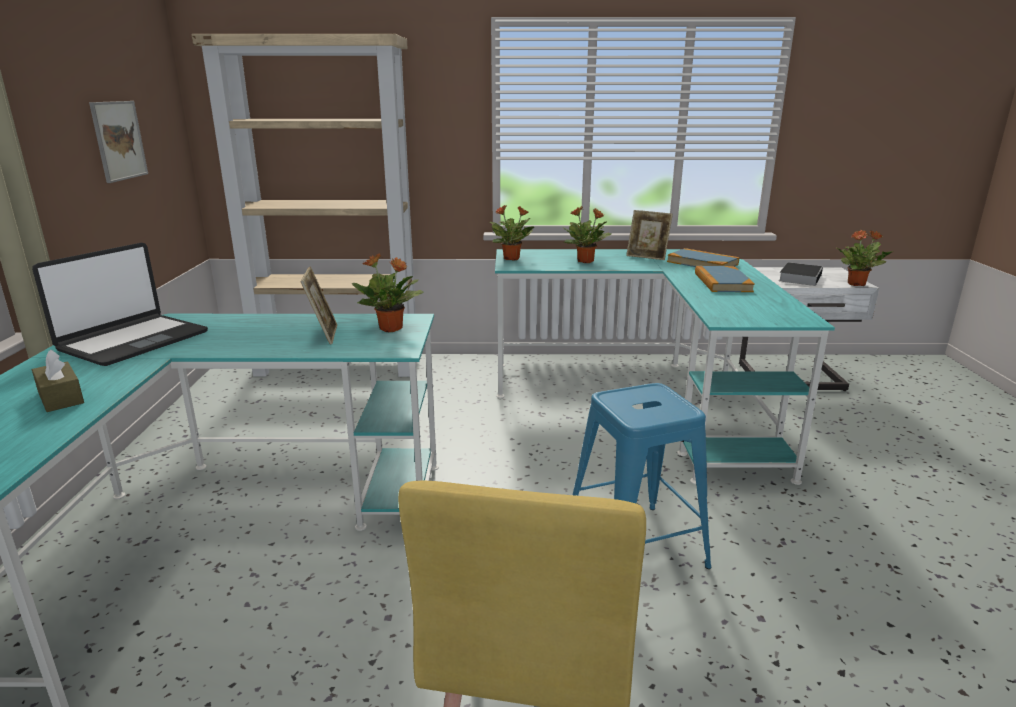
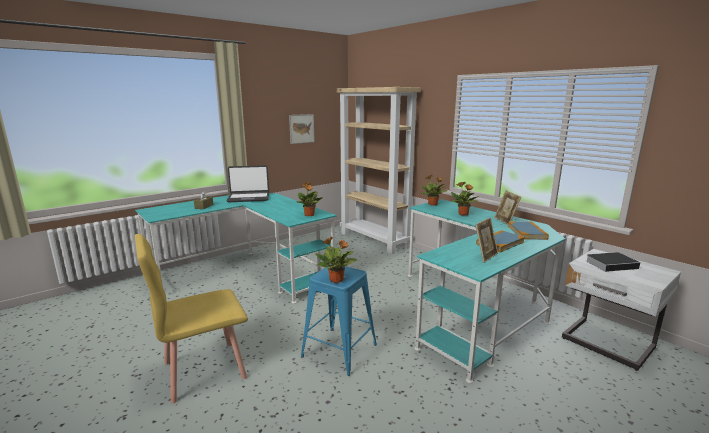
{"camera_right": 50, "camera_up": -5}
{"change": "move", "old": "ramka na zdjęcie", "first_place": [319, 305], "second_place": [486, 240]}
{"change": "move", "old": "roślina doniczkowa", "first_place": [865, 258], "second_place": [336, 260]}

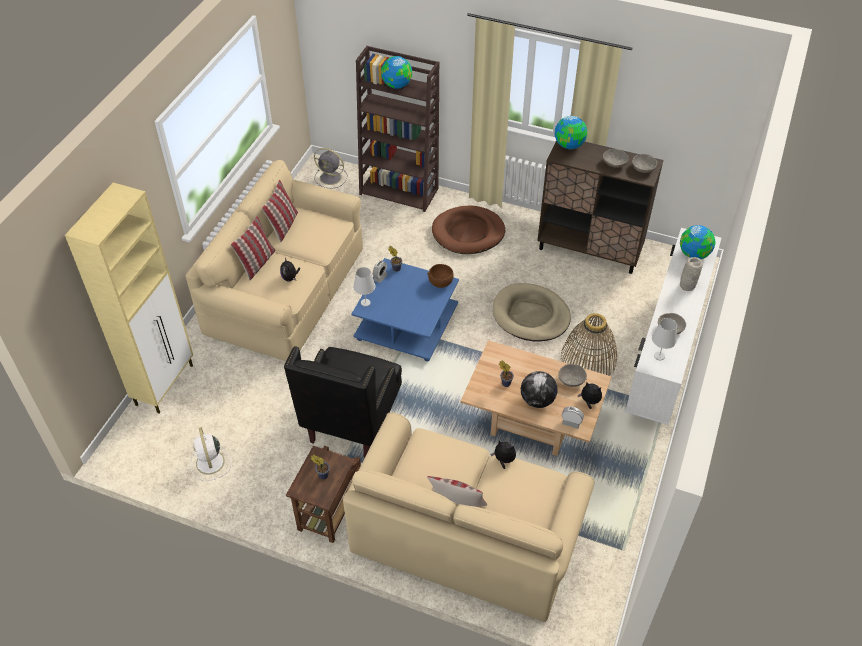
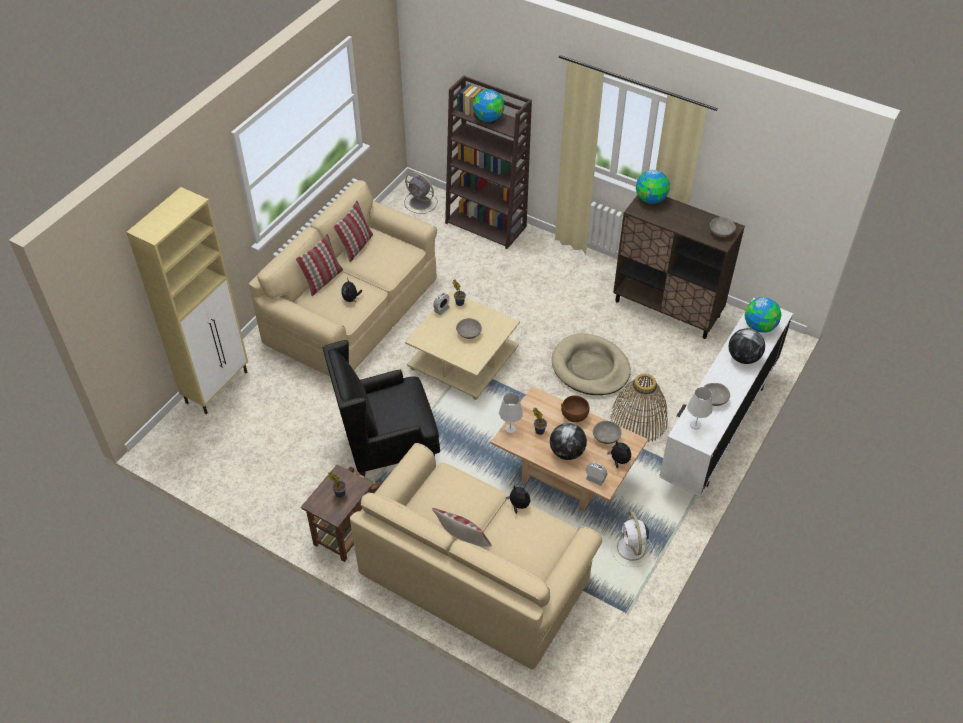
{"camera_right": 10, "camera_up": 0}
{"change": "move", "old": "wentylator/biały", "first_place": [211, 454], "second_place": [632, 539]}
{"change": "rotate", "old": "fotel/czarny", "first_place": [343, 402], "second_place": [381, 408], "degrees": 45}
{"change": "recolor", "old": "ława/niebieski", "new": "ława/beżowy", "first_place": [405, 310], "second_place": [462, 345]}
{"change": "move", "old": "lampa stołowa/biały", "first_place": [364, 287], "second_place": [511, 413]}
{"change": "move", "old": "miska/brązowy", "first_place": [441, 276], "second_place": [575, 408]}
{"change": "delete", "old": "legowisko/brązowy", "first_place": [468, 230]}
{"change": "move", "old": "miska/szary", "first_place": [615, 158], "second_place": [469, 328]}
{"change": "replace", "old": "wazon/szary", "new": "globus", "first_place": [691, 274], "second_place": [747, 346]}

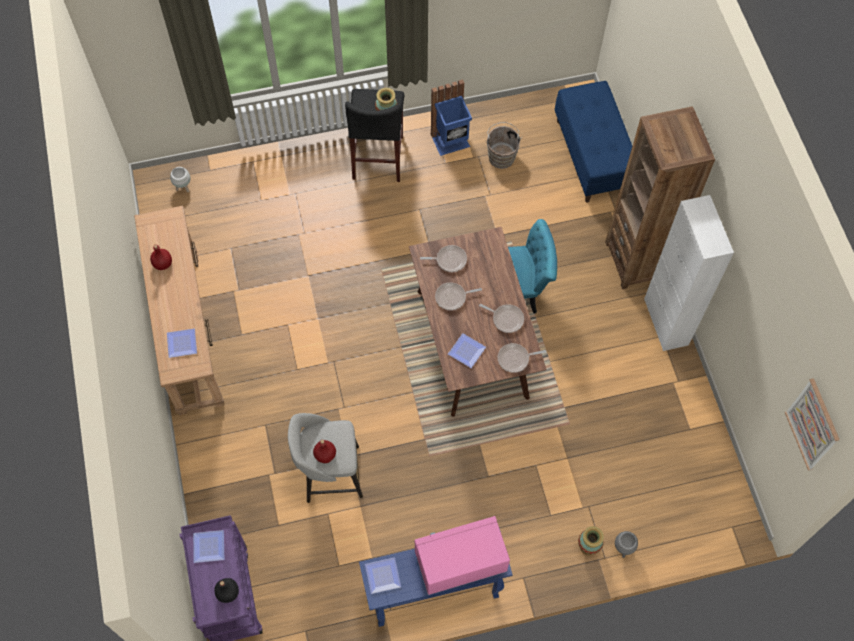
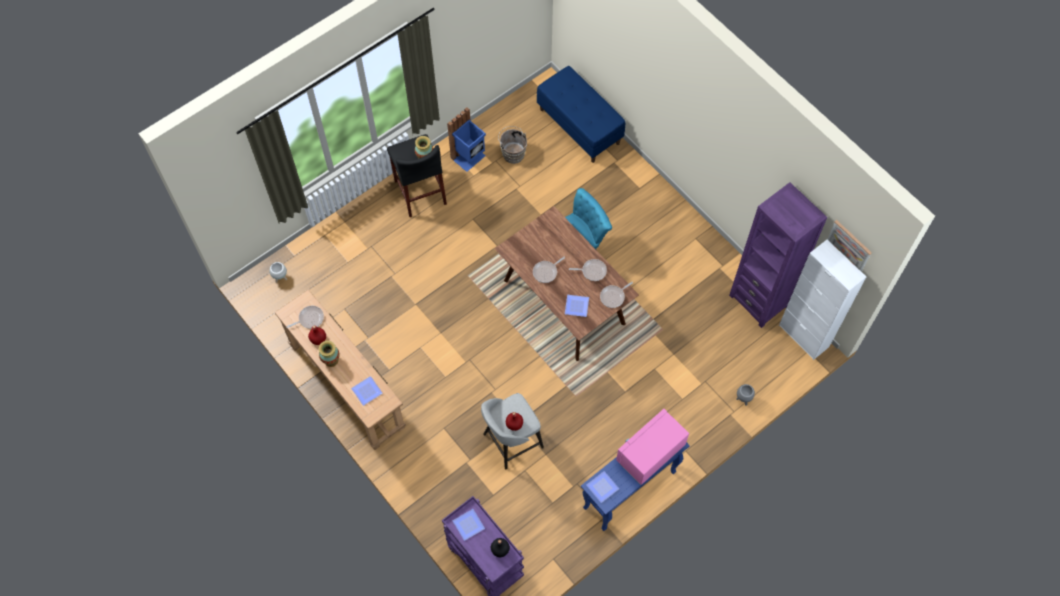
{"camera_right": -25, "camera_up": 0}
{"change": "move", "old": "patelnia", "first_place": [443, 258], "second_place": [305, 317]}
{"change": "move", "old": "wazon", "first_place": [591, 540], "second_place": [329, 354]}
{"change": "delete", "old": "regał/brązowy", "first_place": [660, 197]}
{"change": "move", "old": "szafka/biały", "first_place": [689, 273], "second_place": [822, 300]}
{"change": "insert", "new": "regał/fioletowy", "second_place": [778, 255]}

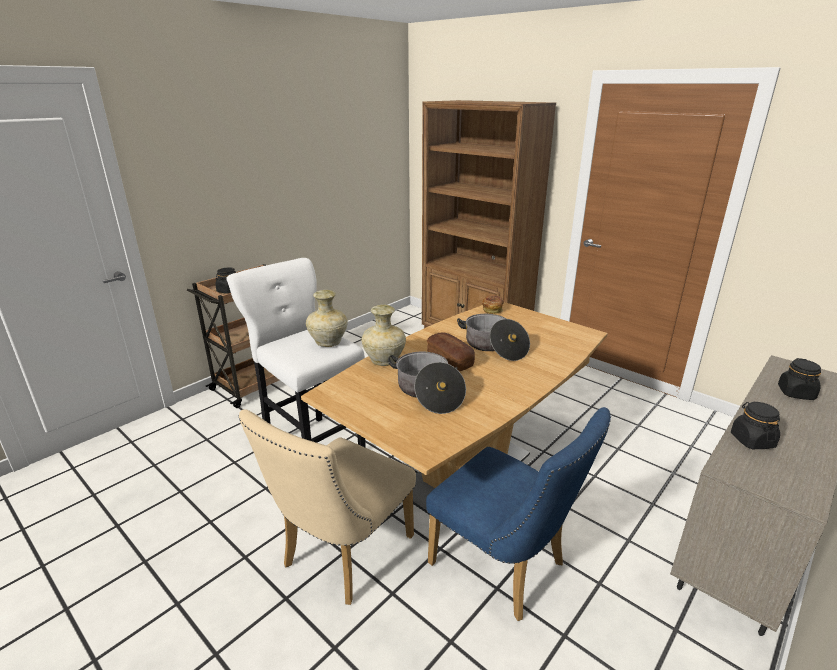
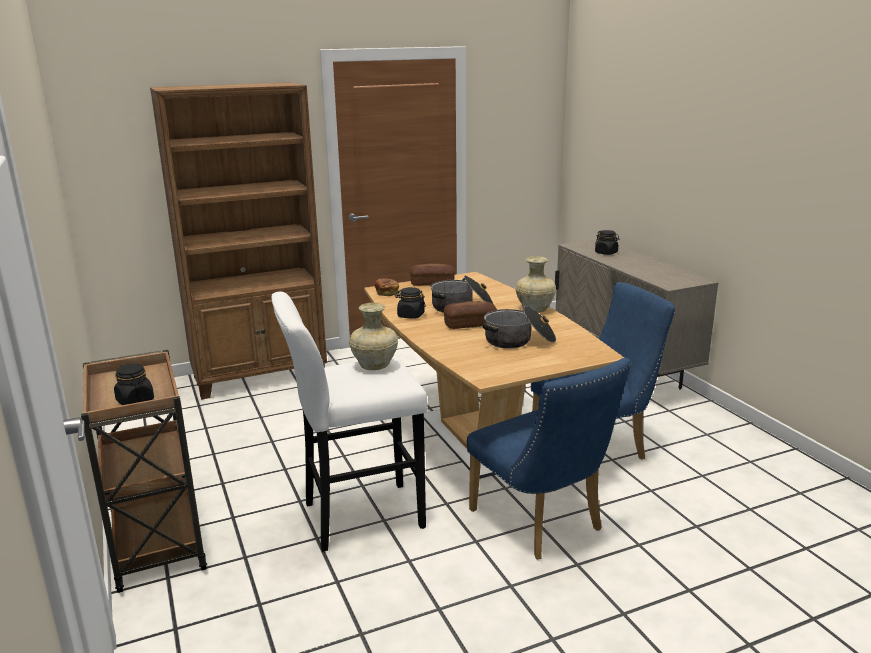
{"camera_right": -65, "camera_up": -5}
{"change": "recolor", "old": "krzesło/beżowy", "new": "krzesło/niebieski", "first_place": [327, 507], "second_place": [549, 458]}
{"change": "move", "old": "wazon/beżowy", "first_place": [384, 335], "second_place": [536, 284]}
{"change": "move", "old": "słoik/czarny", "first_place": [755, 425], "second_place": [410, 303]}
{"change": "insert", "new": "chleb", "second_place": [432, 274]}

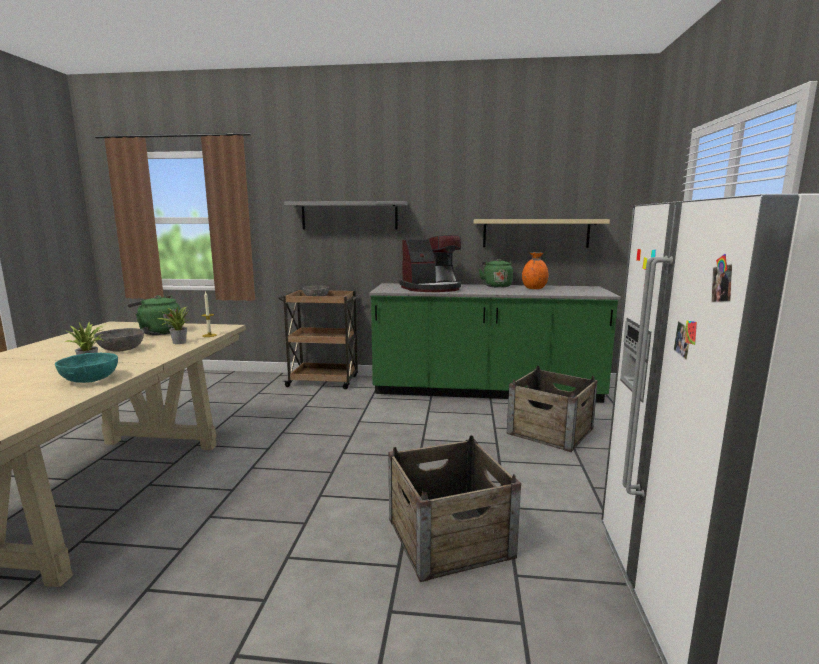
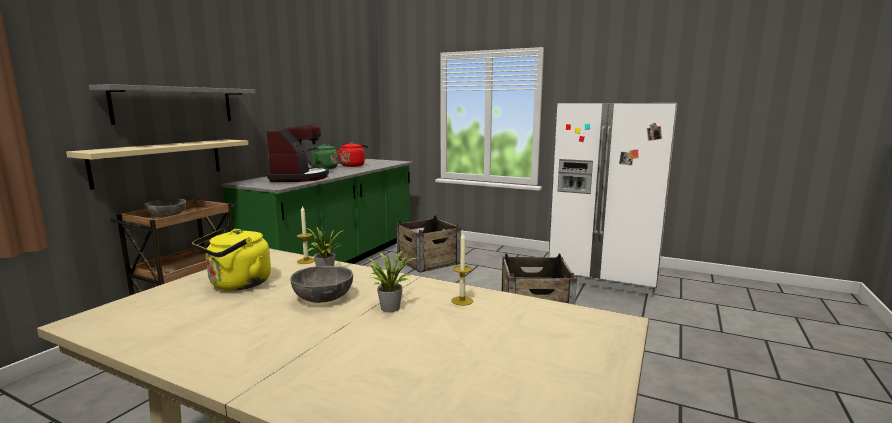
{"camera_right": -70, "camera_up": 0}
{"change": "replace", "old": "miska/turkusowy", "new": "świeca", "first_place": [86, 368], "second_place": [462, 269]}
{"change": "recolor", "old": "czajnik/zielony", "new": "czajnik/żółty", "first_place": [154, 315], "second_place": [231, 259]}
{"change": "move", "old": "półka/beżowy", "first_place": [542, 233], "second_place": [157, 164]}
{"change": "replace", "old": "wazon/pomarańczowy", "new": "czajnik/czerwony", "first_place": [535, 270], "second_place": [352, 154]}

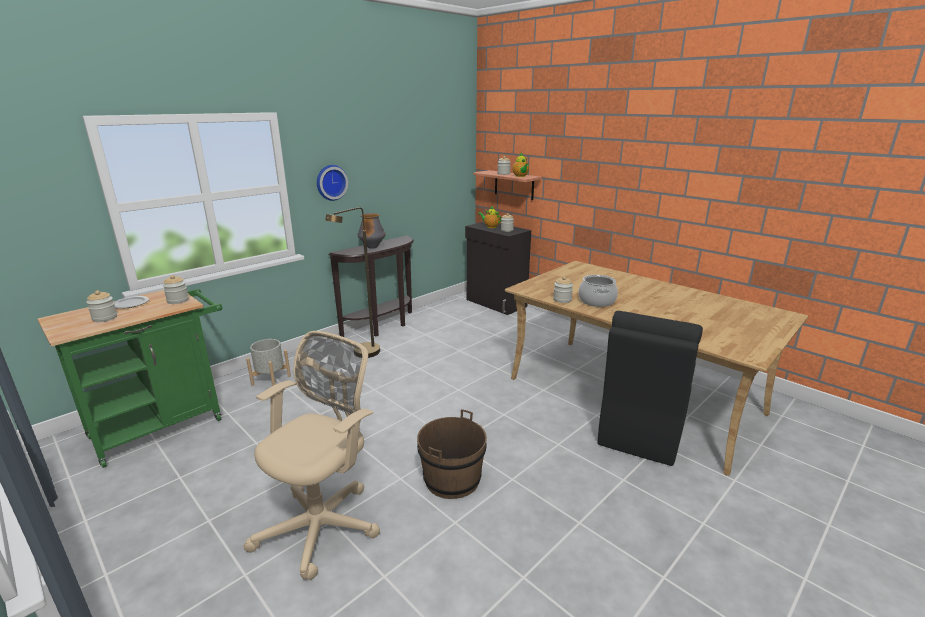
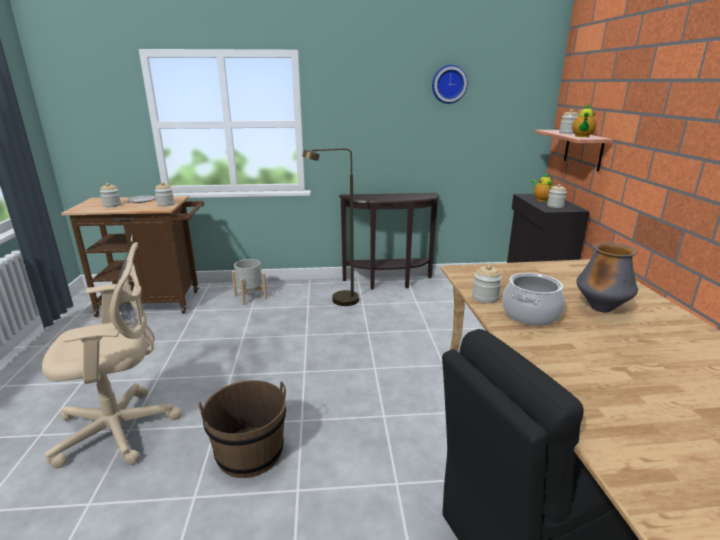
{"camera_right": 40, "camera_up": 0}
{"change": "recolor", "old": "wózek/zielony", "new": "wózek/brązowy", "first_place": [130, 378], "second_place": [132, 256]}
{"change": "move", "old": "zegar ścienny", "first_place": [332, 183], "second_place": [450, 84]}
{"change": "move", "old": "wazon", "first_place": [372, 231], "second_place": [607, 277]}

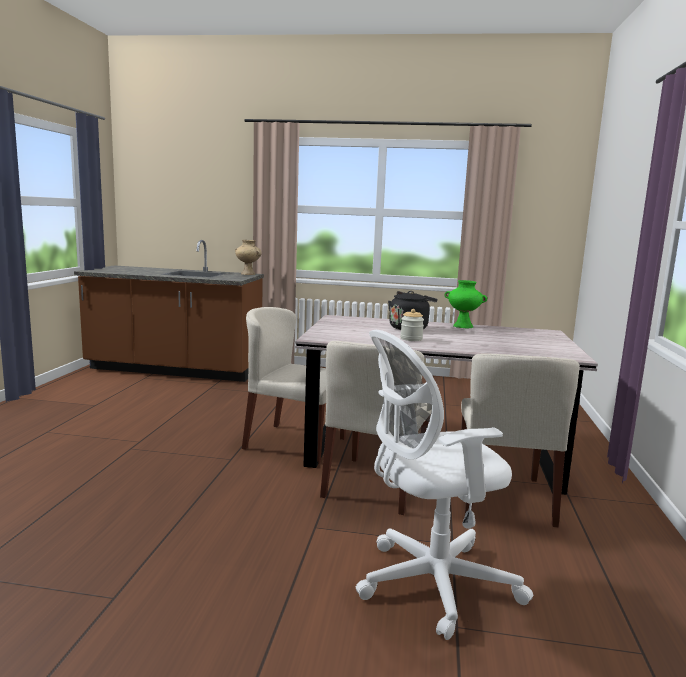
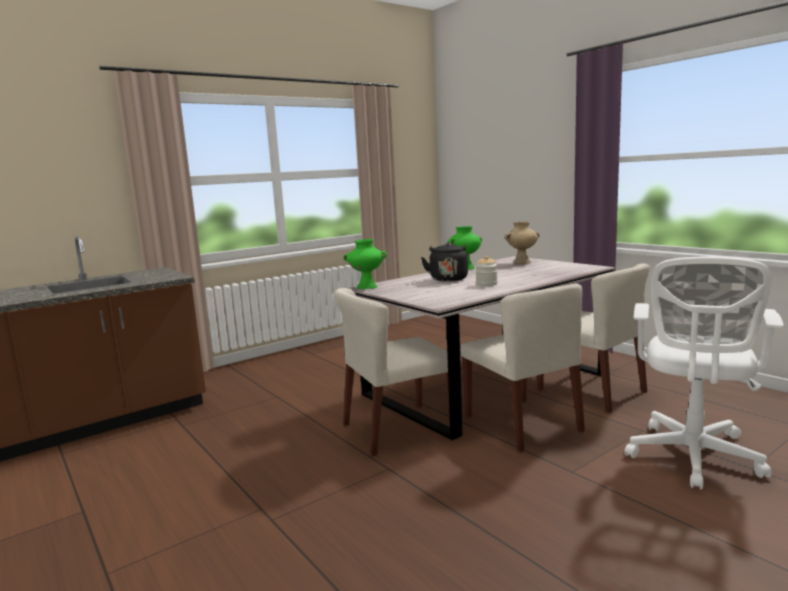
{"camera_right": -45, "camera_up": 0}
{"change": "move", "old": "wazon/beżowy", "first_place": [248, 257], "second_place": [521, 243]}
{"change": "insert", "new": "wazon/zielony", "second_place": [365, 264]}

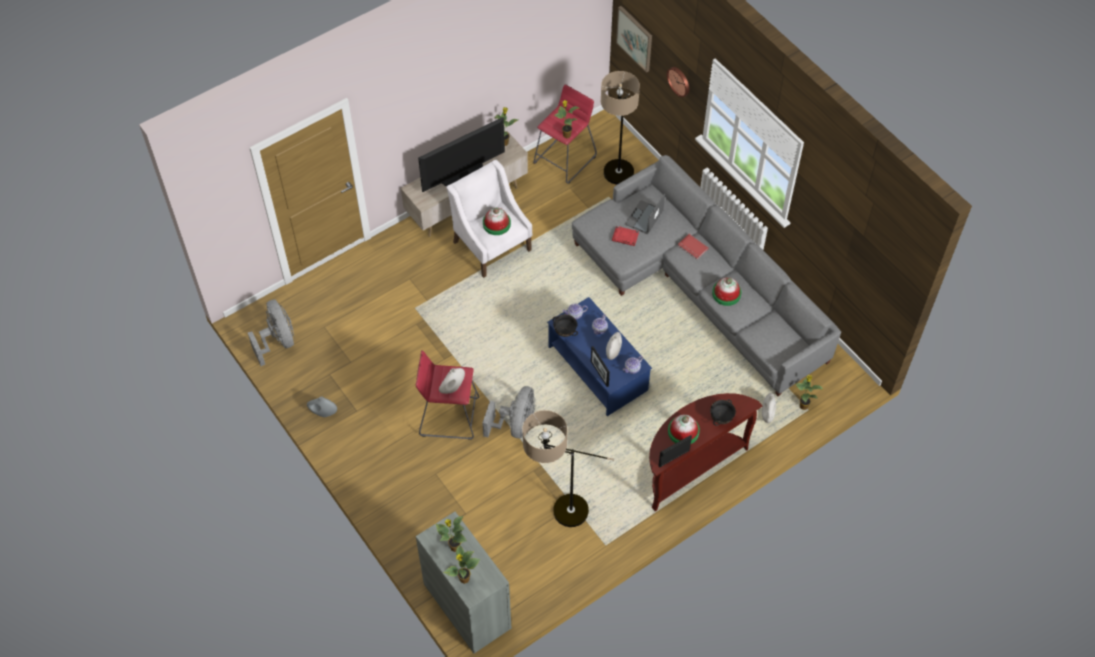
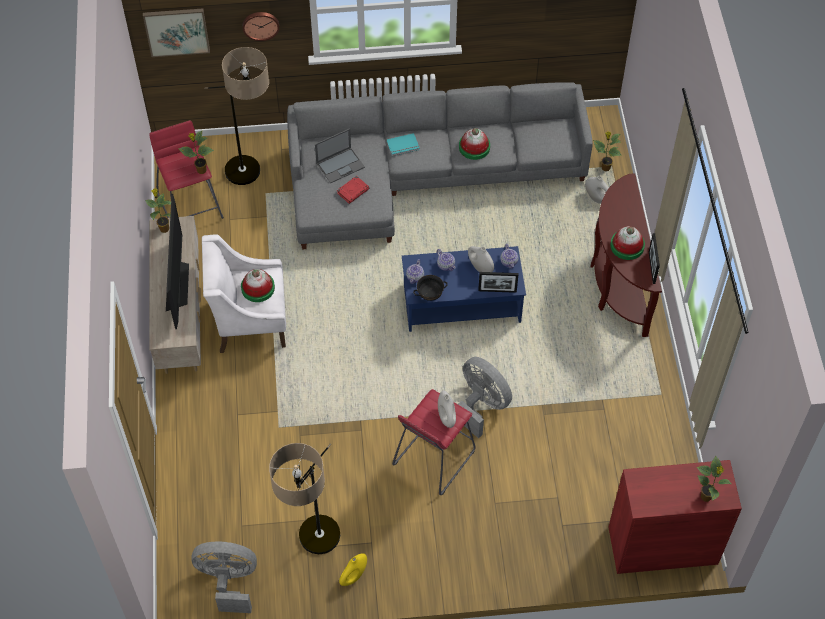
{"camera_right": -60, "camera_up": 0}
{"change": "recolor", "old": "wazon/szary", "new": "wazon/żółty", "first_place": [322, 406], "second_place": [353, 569]}
{"change": "recolor", "old": "szafka/szary", "new": "szafka/czerwony", "first_place": [463, 582], "second_place": [675, 517]}
{"change": "delete", "old": "roślina doniczkowa", "first_place": [451, 534]}
{"change": "move", "old": "lampa stojąca", "first_place": [568, 468], "second_place": [304, 498]}
{"change": "rotate", "old": "laptop", "first_place": [645, 214], "second_place": [340, 155], "degrees": -90}
{"change": "recolor", "old": "książka/czerwony", "new": "książka/turkusowy", "first_place": [693, 247], "second_place": [403, 144]}
{"change": "delete", "old": "miska/czarny", "first_place": [723, 413]}

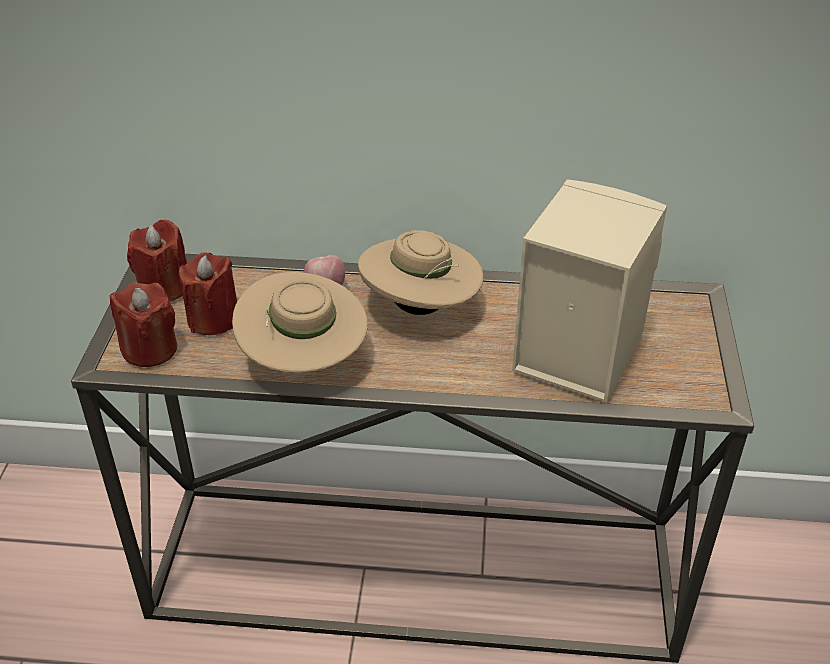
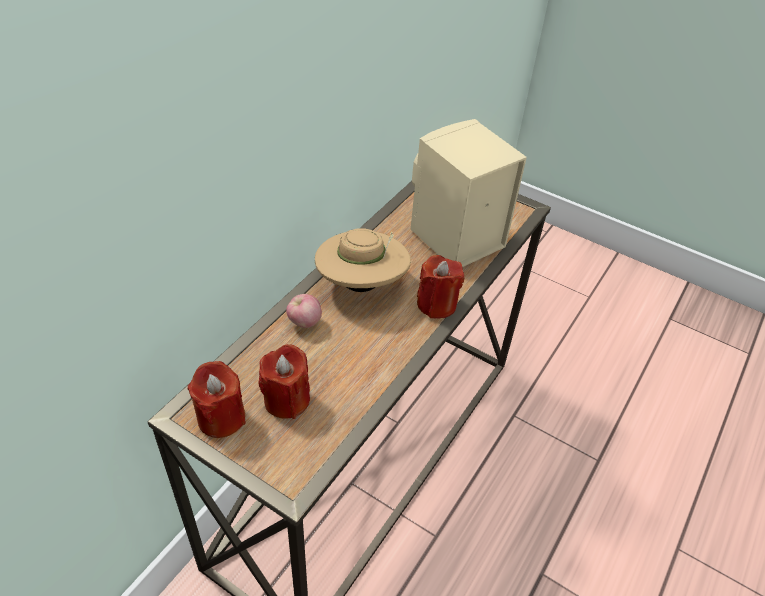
{"camera_right": -65, "camera_up": 5}
{"change": "move", "old": "świeca/czerwony", "first_place": [143, 325], "second_place": [440, 286]}
{"change": "delete", "old": "kapelusz/beżowy", "first_place": [300, 322]}

